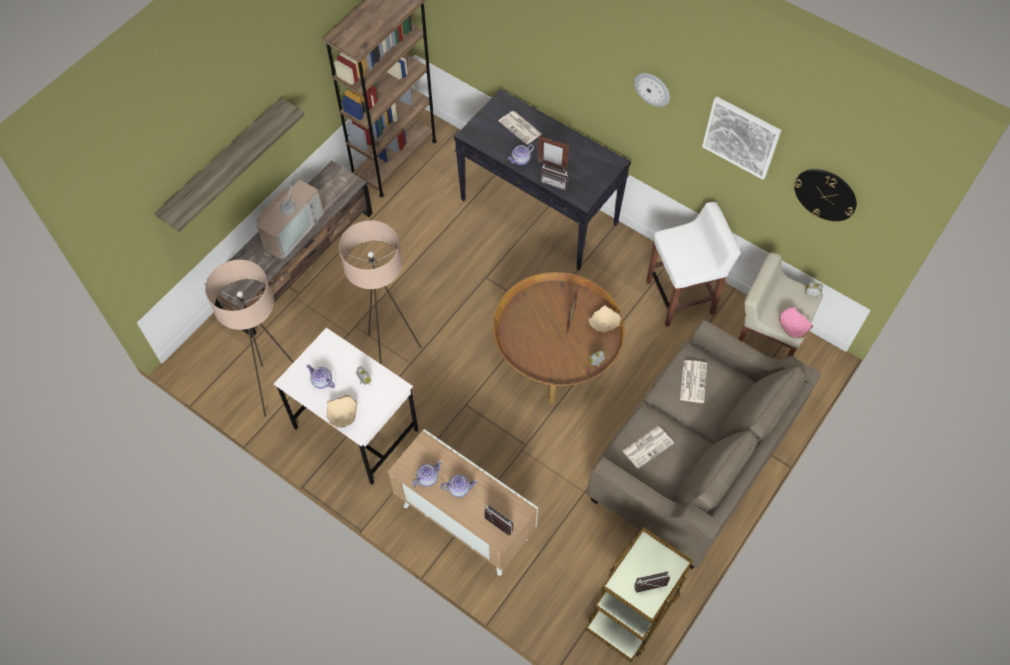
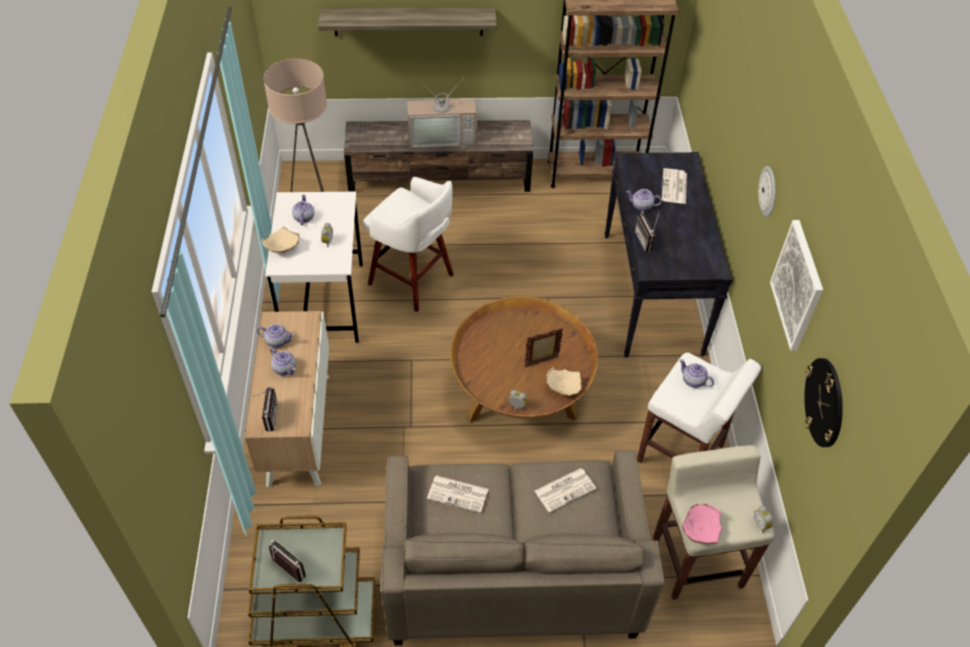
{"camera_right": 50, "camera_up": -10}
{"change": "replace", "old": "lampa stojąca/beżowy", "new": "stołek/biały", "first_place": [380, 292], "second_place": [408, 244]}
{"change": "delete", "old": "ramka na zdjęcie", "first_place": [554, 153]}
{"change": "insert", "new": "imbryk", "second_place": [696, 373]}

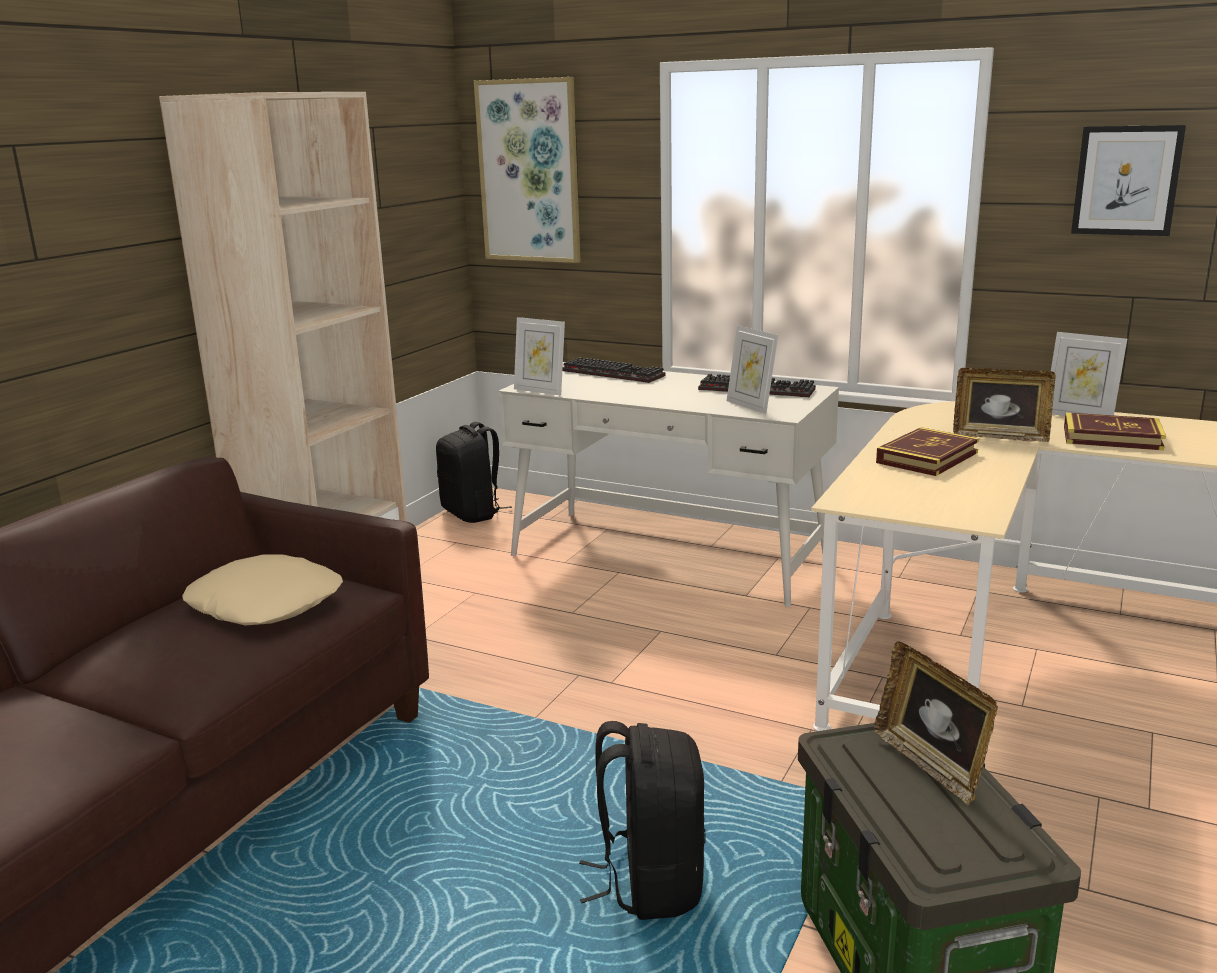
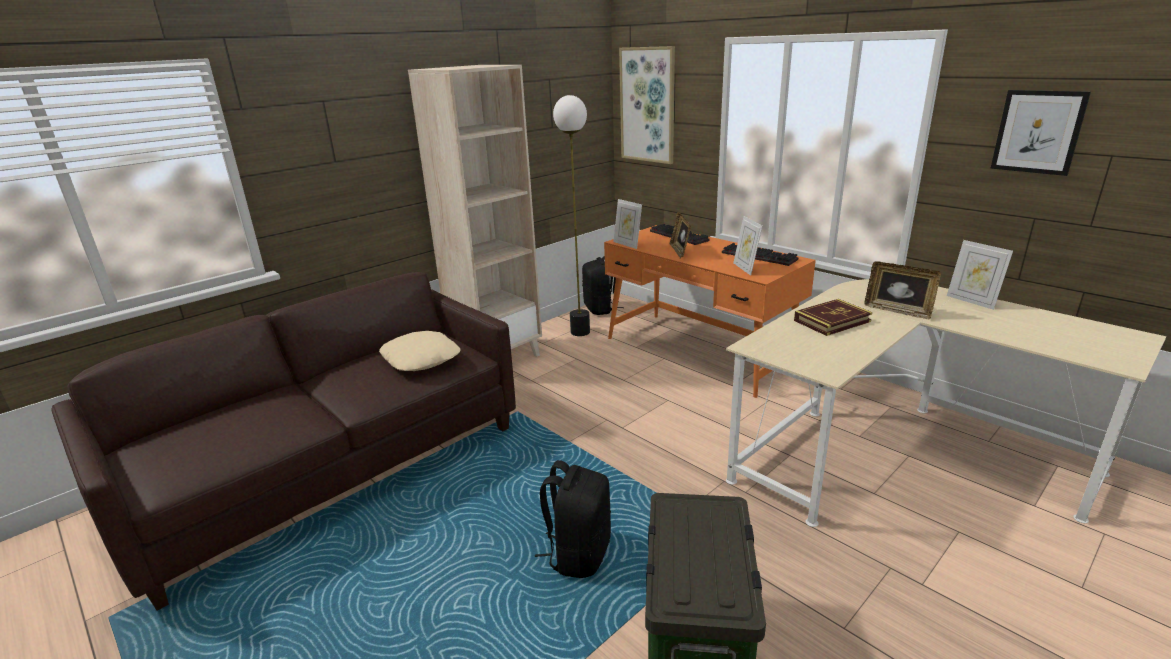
{"camera_right": 20, "camera_up": 5}
{"change": "recolor", "old": "biurko/biały", "new": "biurko/pomarańczowy", "first_place": [668, 484], "second_place": [710, 311]}
{"change": "move", "old": "ramka na zdjęcie", "first_place": [936, 723], "second_place": [680, 235]}
{"change": "delete", "old": "książka", "first_place": [1115, 431]}
{"change": "insert", "new": "lampa stojąca", "second_place": [571, 215]}

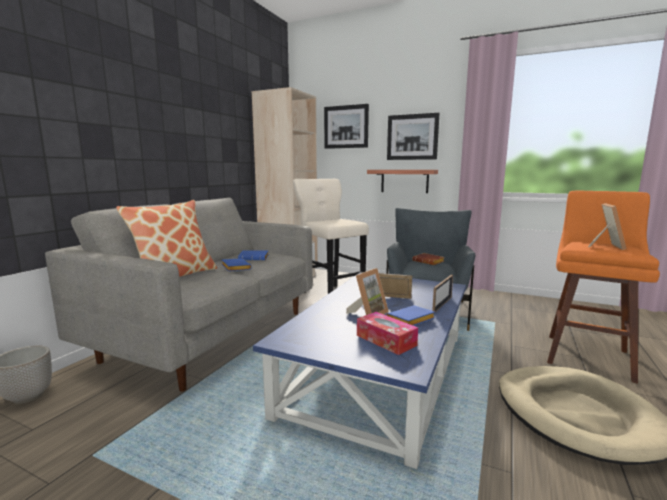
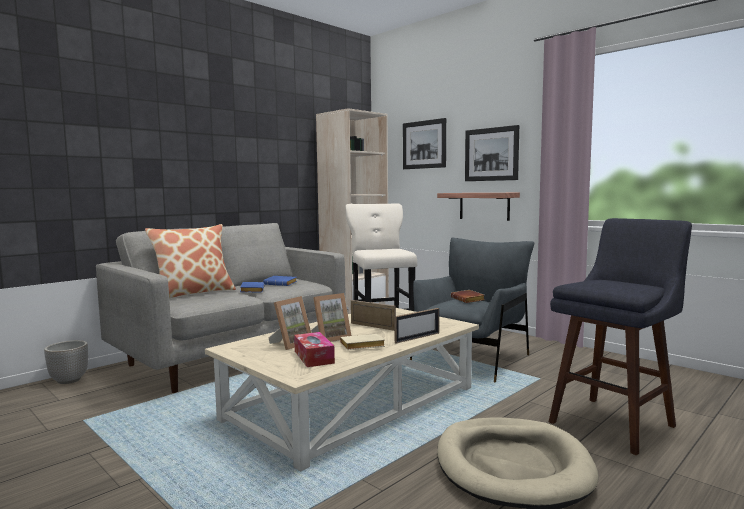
{"camera_right": 20, "camera_up": -5}
{"change": "recolor", "old": "ława/niebieski", "new": "ława/beżowy", "first_place": [359, 370], "second_place": [342, 389]}
{"change": "recolor", "old": "książka/niebieski", "new": "książka/beżowy", "first_place": [411, 315], "second_place": [362, 342]}
{"change": "recolor", "old": "stołek/pomarańczowy", "new": "stołek/niebieski", "first_place": [603, 287], "second_place": [620, 337]}
{"change": "move", "old": "ramka na zdjęcie", "first_place": [607, 226], "second_place": [289, 323]}

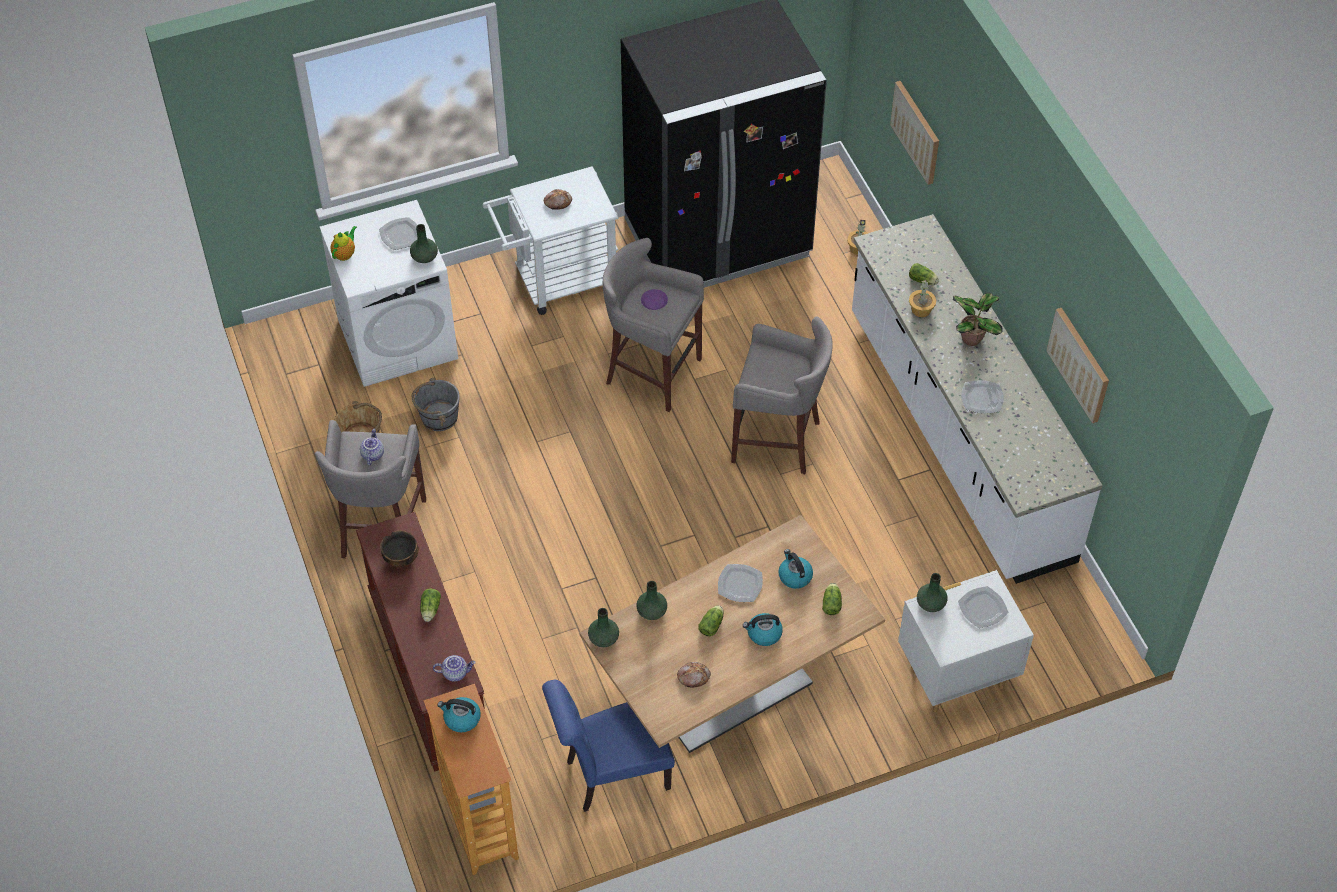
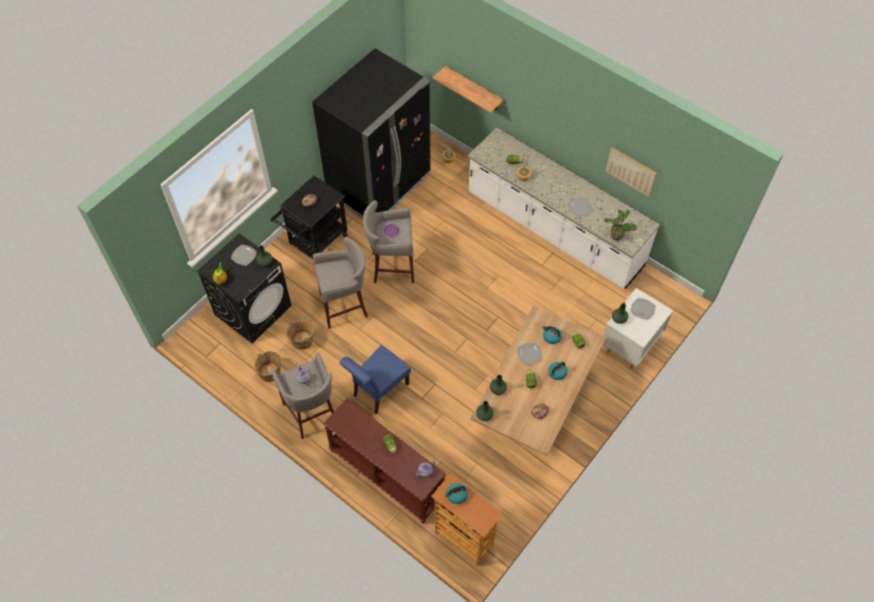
{"camera_right": -30, "camera_up": 5}
{"change": "recolor", "old": "pralka/biały", "new": "pralka/czarny", "first_place": [389, 293], "second_place": [244, 288]}
{"change": "delete", "old": "miska", "first_place": [399, 548]}
{"change": "recolor", "old": "wiadro/szary", "new": "wiadro/brązowy", "first_place": [436, 404], "second_place": [299, 334]}
{"change": "recolor", "old": "wózek/biały", "new": "wózek/czarny", "first_place": [550, 240], "second_place": [309, 217]}
{"change": "move", "old": "krzesło/niebieski", "first_place": [608, 746], "second_place": [375, 379]}
{"change": "move", "old": "stołek/szary", "first_place": [782, 396], "second_place": [340, 283]}
{"change": "replace", "old": "obraz", "new": "półka", "first_place": [914, 133], "second_place": [468, 89]}
{"change": "move", "old": "roślina doniczkowa", "first_place": [977, 319], "second_place": [620, 225]}

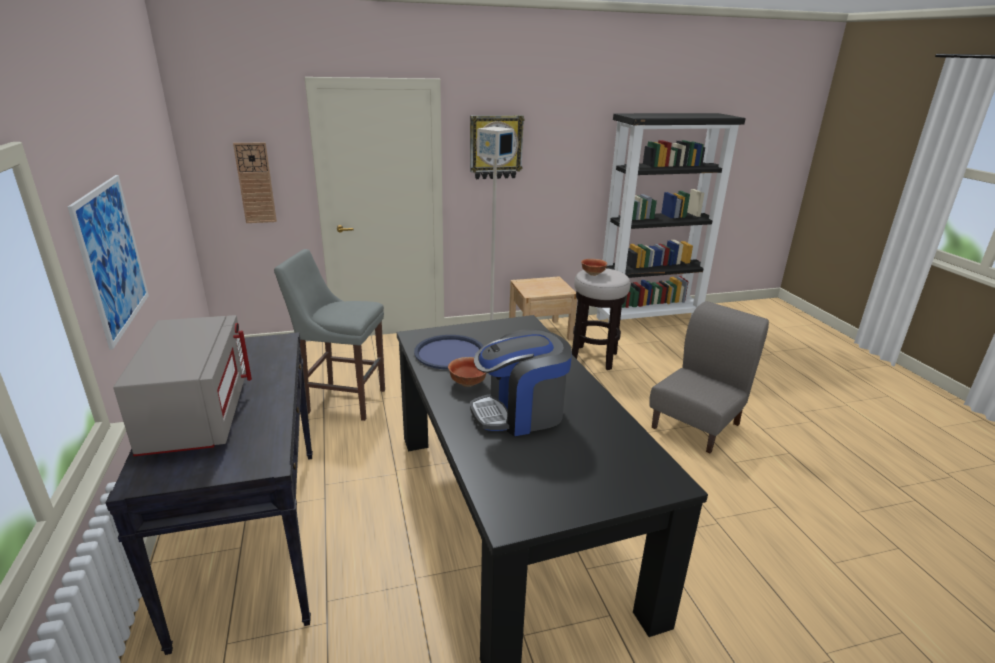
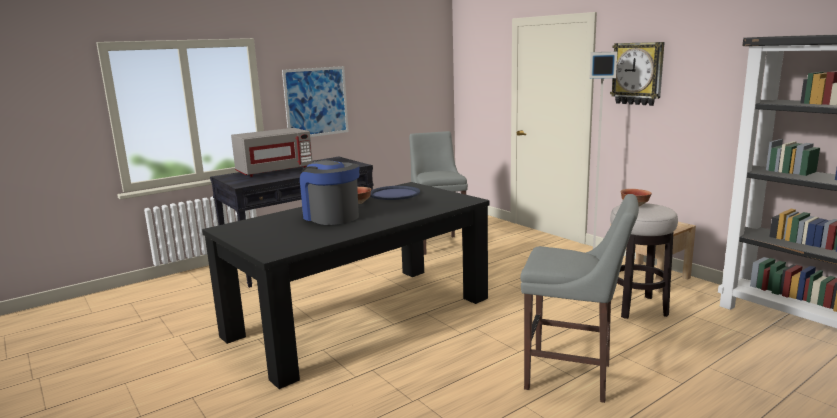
{"camera_right": 70, "camera_up": -10}
{"change": "delete", "old": "zegar ścienny", "first_place": [255, 182]}
{"change": "replace", "old": "krzesło/szary", "new": "stołek/szary", "first_place": [709, 377], "second_place": [579, 298]}

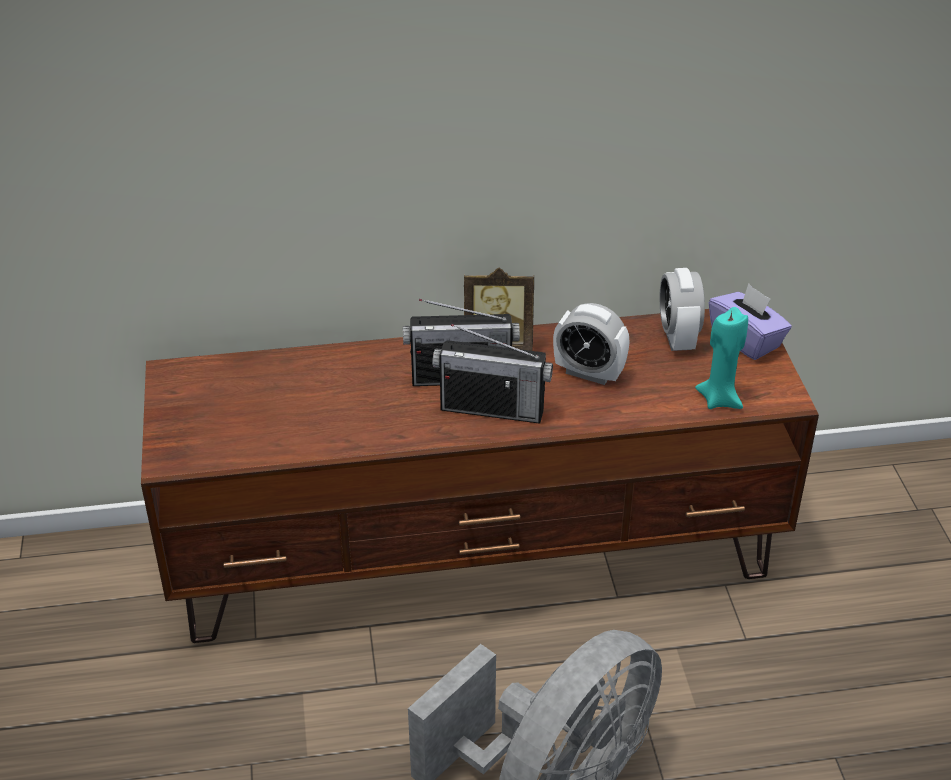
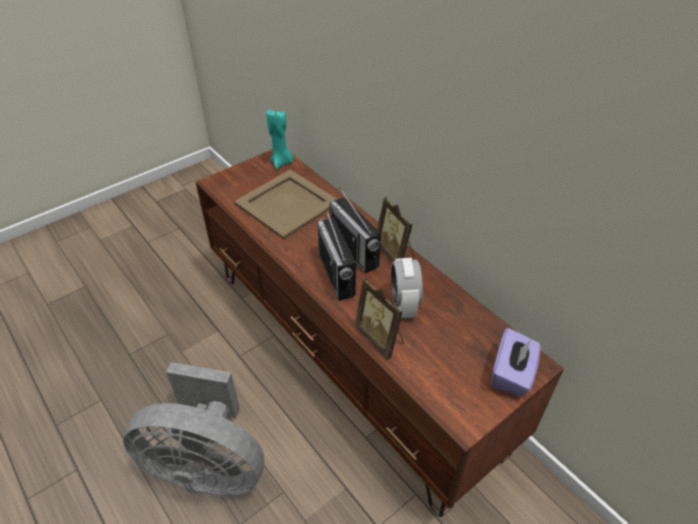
{"camera_right": 60, "camera_up": 5}
{"change": "delete", "old": "budzik", "first_place": [682, 309]}
{"change": "move", "old": "świeca/turkusowy", "first_place": [721, 358], "second_place": [279, 138]}
{"change": "insert", "new": "taca/beżowy", "second_place": [285, 205]}
{"change": "insert", "new": "ramka na zdjęcie", "second_place": [379, 319]}

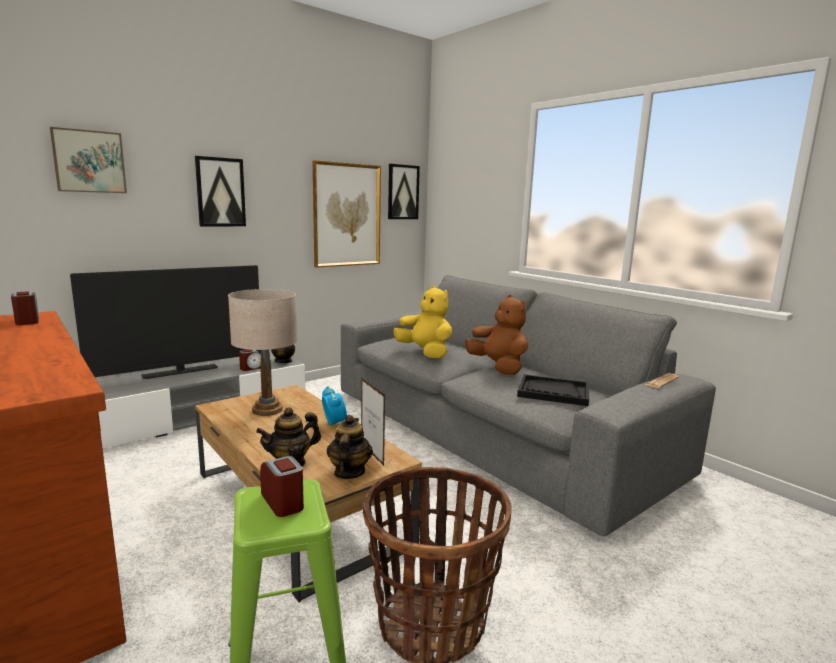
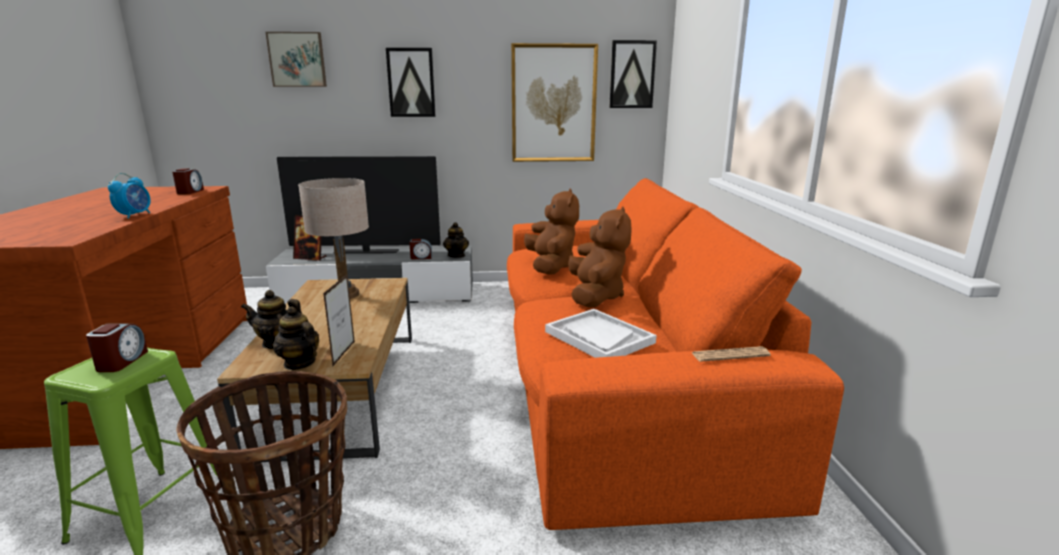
{"camera_right": 35, "camera_up": 5}
{"change": "move", "old": "budzik", "first_place": [334, 405], "second_place": [129, 196]}
{"change": "rotate", "old": "imbryk", "first_place": [350, 447], "second_place": [296, 338], "degrees": -90}
{"change": "recolor", "old": "kanapa/szary", "new": "kanapa/pomarańczowy", "first_place": [528, 405], "second_place": [675, 354]}
{"change": "recolor", "old": "pluszak/żółty", "new": "pluszak/brązowy", "first_place": [422, 322], "second_place": [551, 231]}
{"change": "recolor", "old": "taca/czarny", "new": "taca/biały", "first_place": [553, 390], "second_place": [601, 333]}
{"change": "insert", "new": "ramka na zdjęcie", "second_place": [309, 238]}

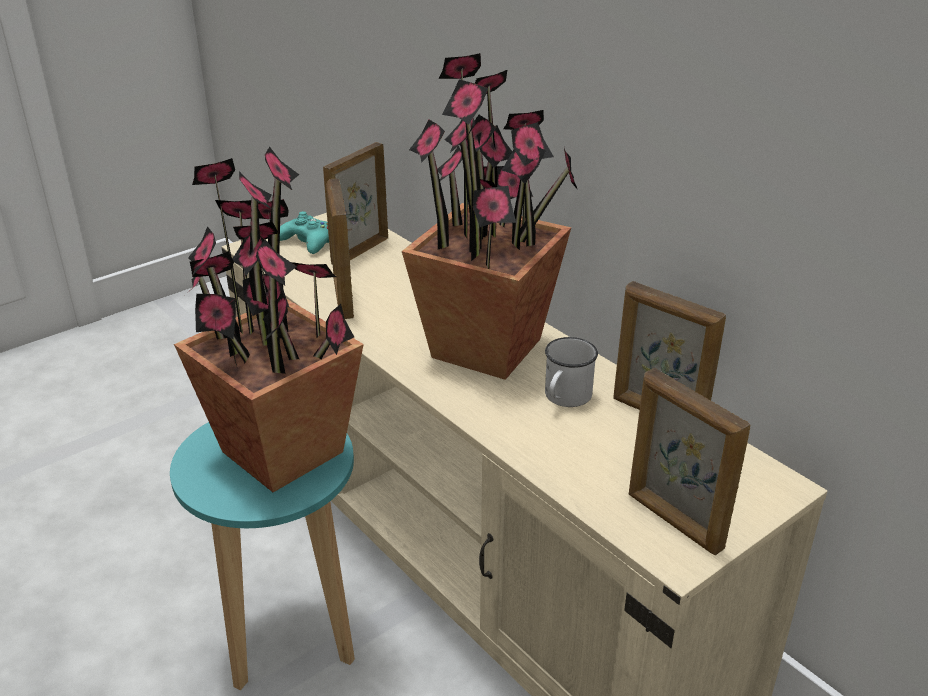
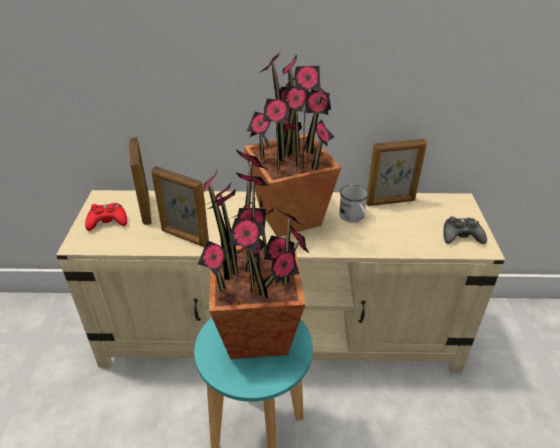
{"camera_right": -50, "camera_up": 5}
{"change": "recolor", "old": "pad do gier/turkusowy", "new": "pad do gier/czerwony", "first_place": [304, 232], "second_place": [106, 217]}
{"change": "replace", "old": "ramka na zdjęcie", "new": "pad do gier/czarny", "first_place": [690, 461], "second_place": [465, 230]}

